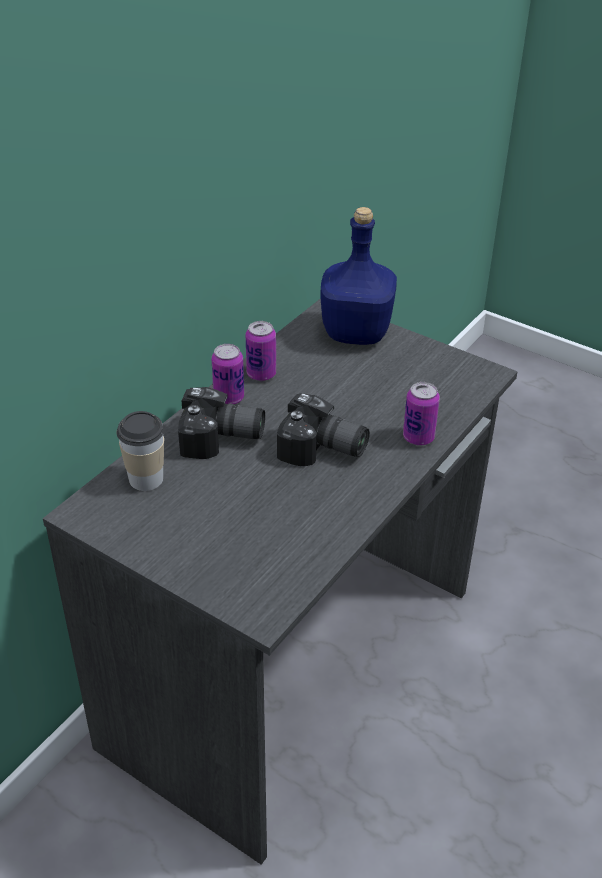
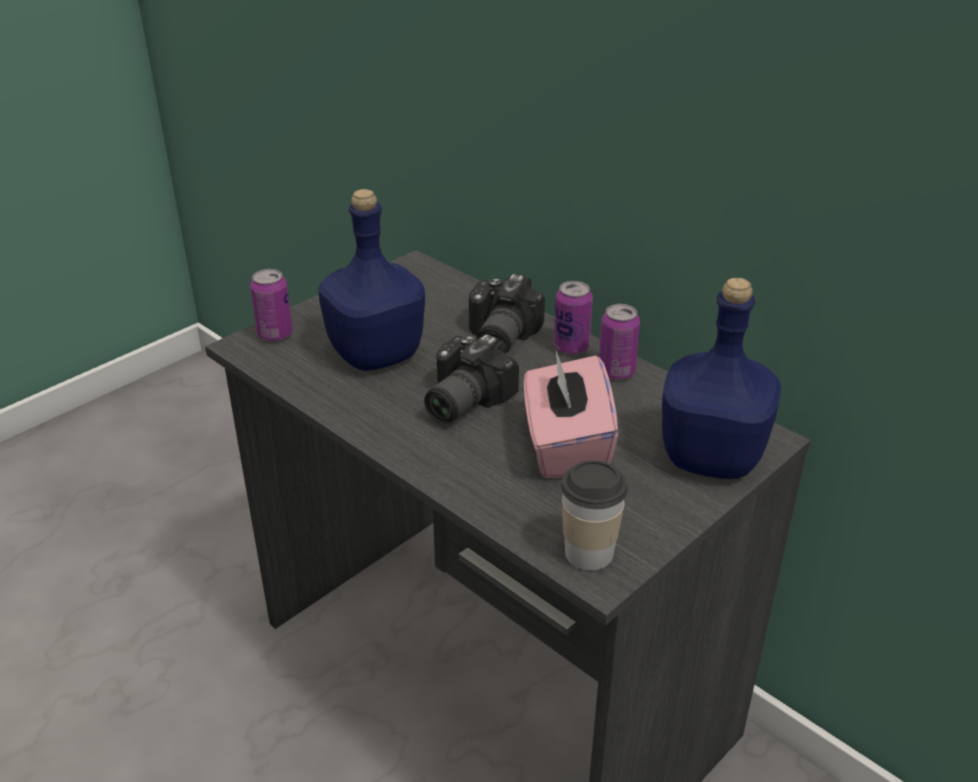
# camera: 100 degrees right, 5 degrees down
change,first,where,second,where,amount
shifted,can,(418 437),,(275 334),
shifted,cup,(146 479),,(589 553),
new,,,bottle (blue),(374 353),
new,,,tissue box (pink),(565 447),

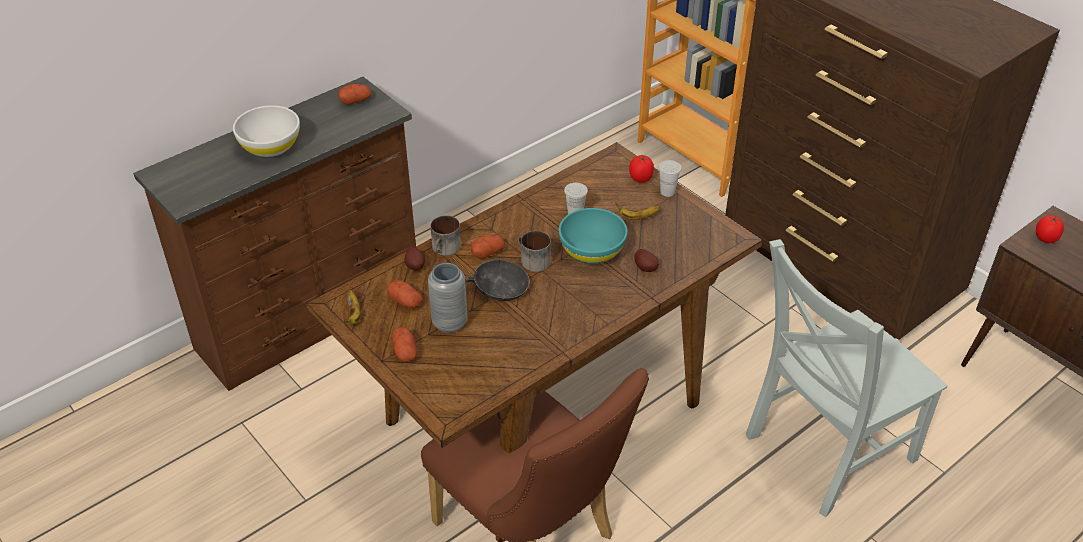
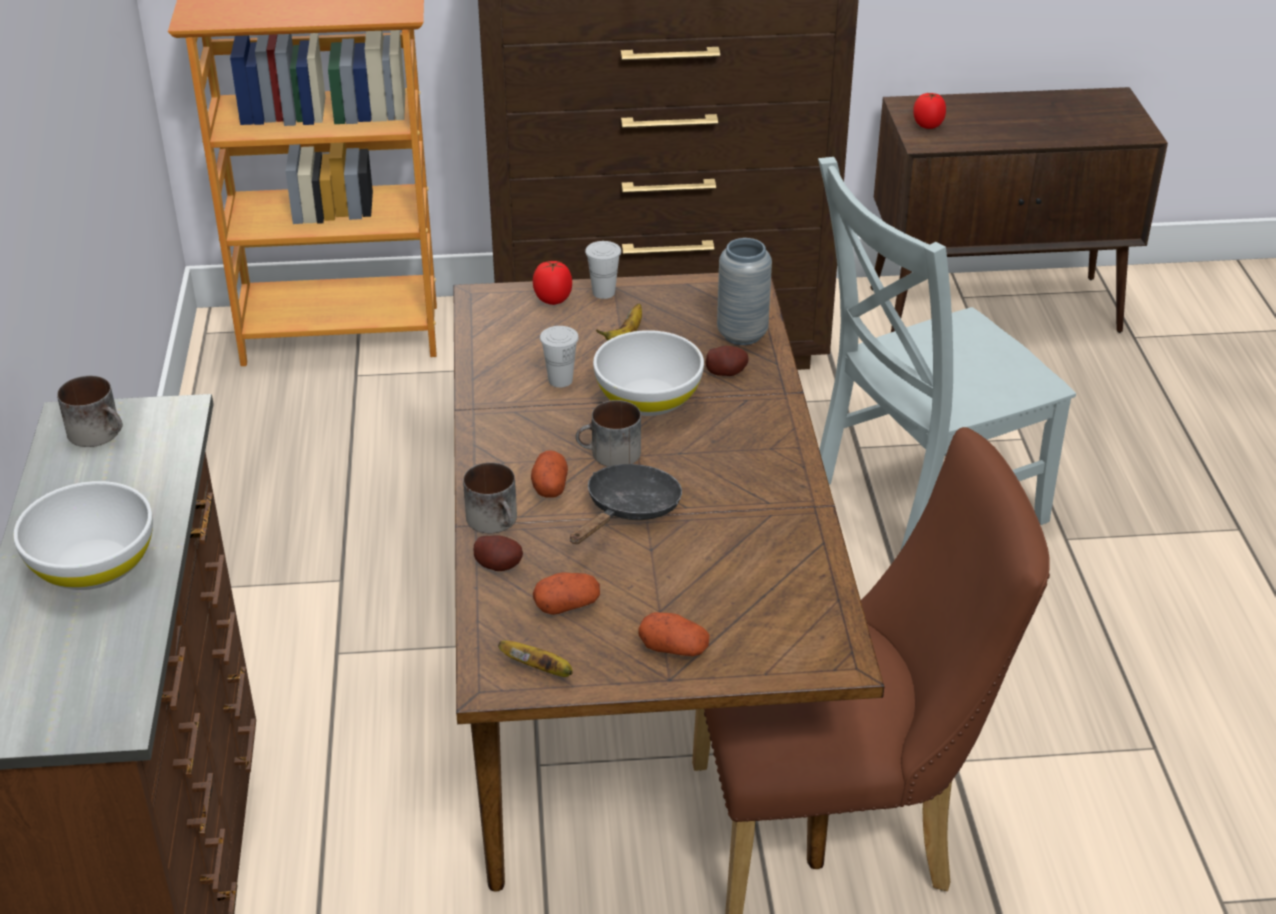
# camera: 55 degrees left, 5 degrees down
change,first,where,second,where,amount
swapped,potato,(355 101),mug,(101 433),
repainted,bowl (turquoise),(592 251),bowl (white),(648 399),
rotated,chair (grey),(824 450),,(919 504),60 degrees clockwise
shifted,vase (grey),(449 323),,(742 334),

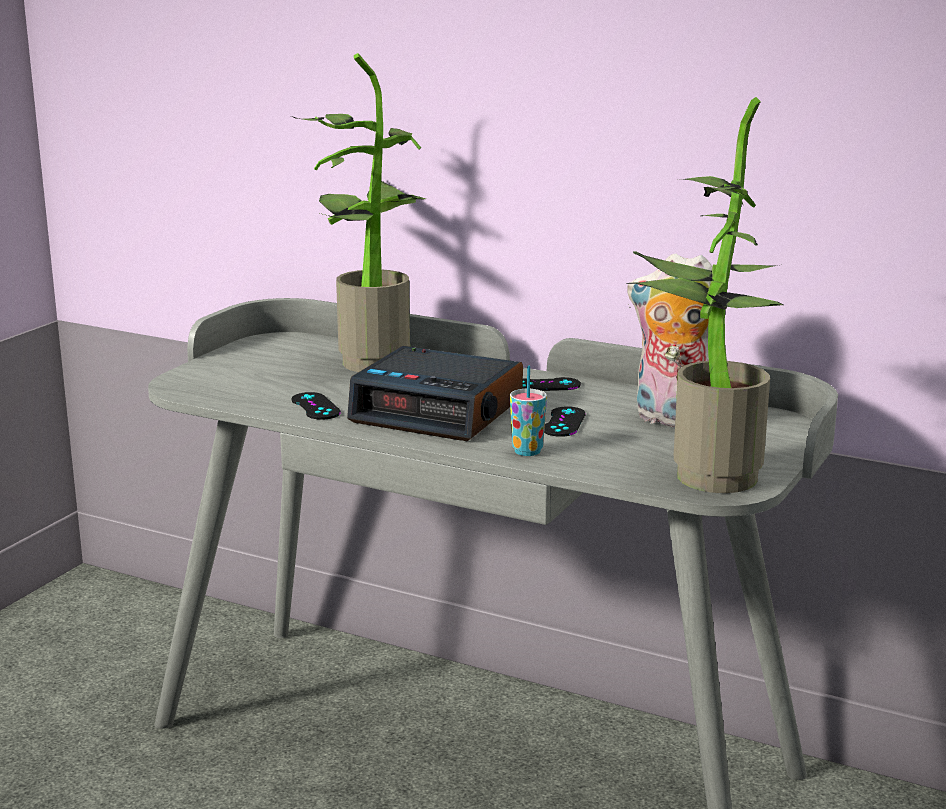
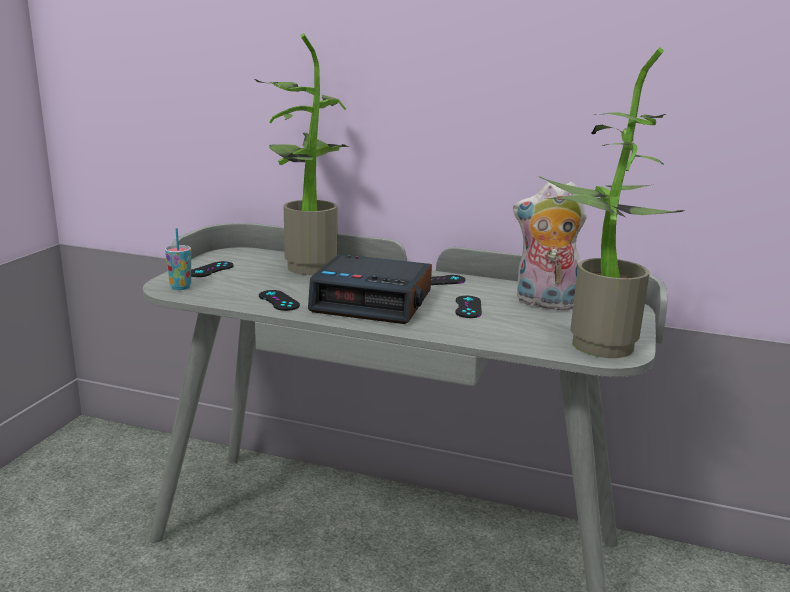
# camera: 10 degrees left, 0 degrees up
change,first,where,second,where,amount
shifted,cup,(527 451),,(180 287),
new,,,game controller (black),(211 270),

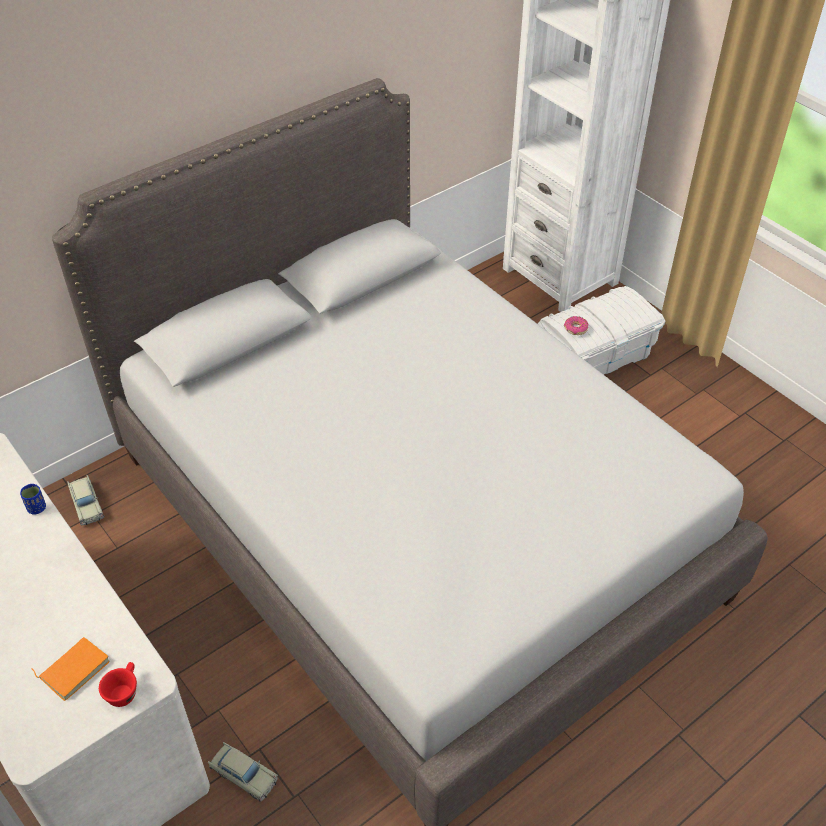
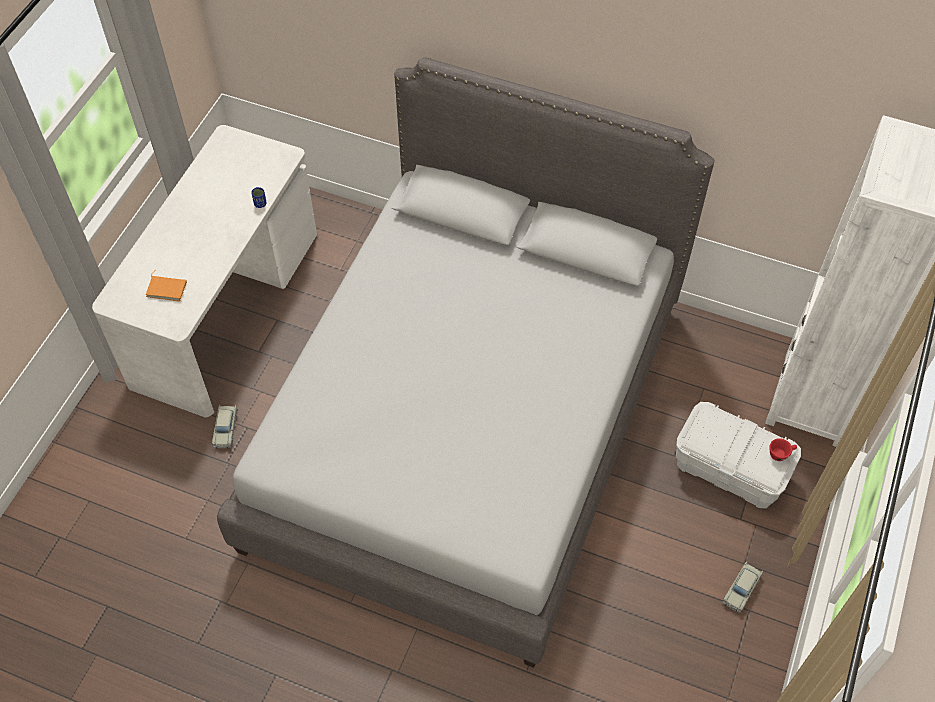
# camera: 60 degrees right, 10 degrees up
change,first,where,second,where,amount
gone,donut,(575 329),,,
shifted,toy car (beige),(87 504),,(741 589),
shifted,cup (red),(124 691),,(780 453),

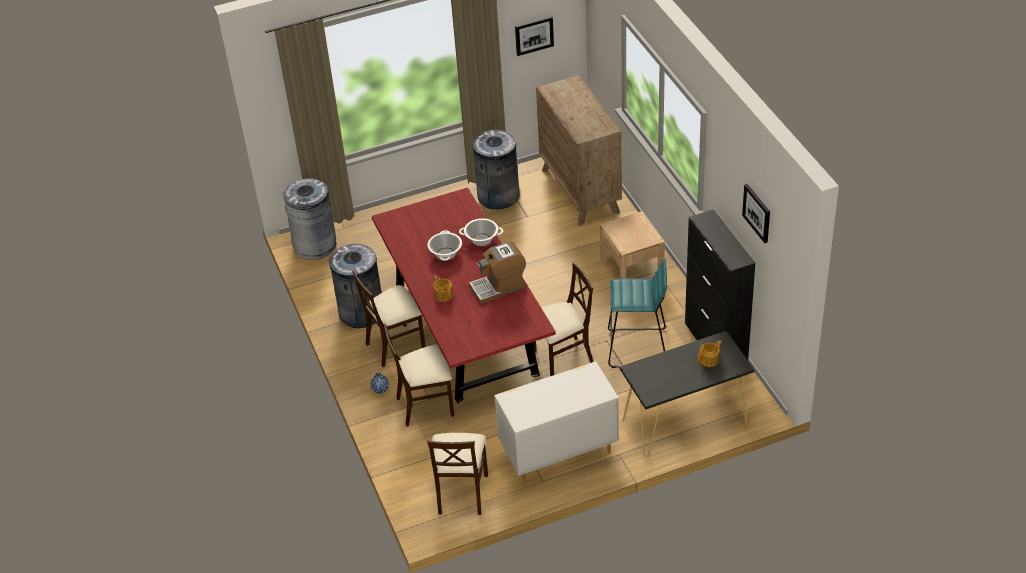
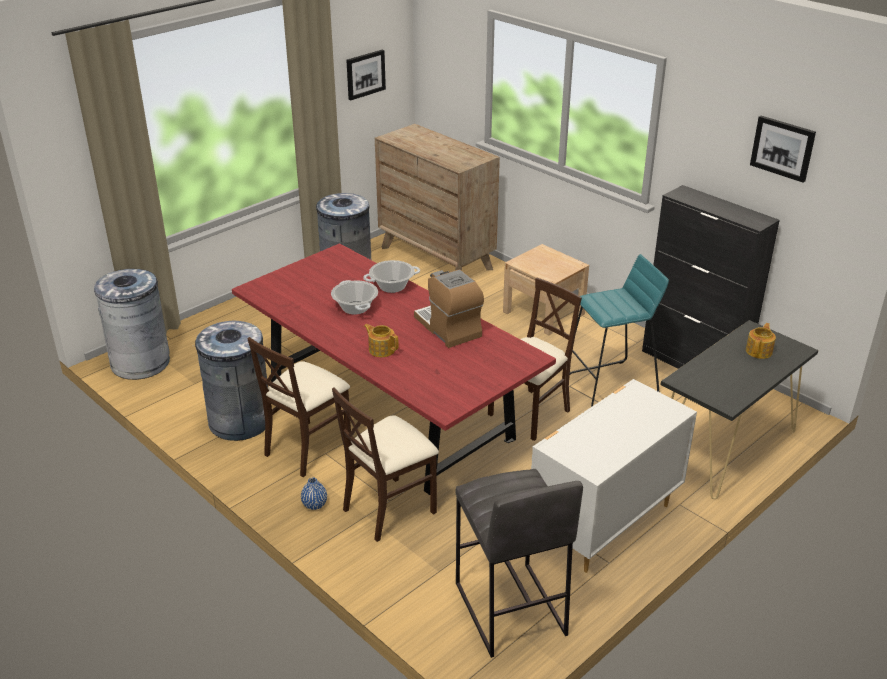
# camera: 25 degrees left, 10 degrees down
change,first,where,second,where,amount
rotated,coffee machine,(498 287),,(448 327),105 degrees clockwise
swapped,chair (beige),(461 493),stool (grey),(509 609),

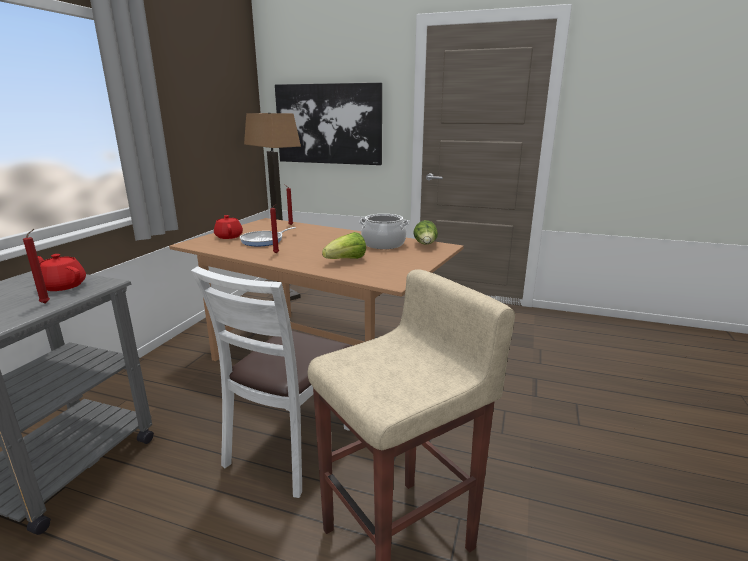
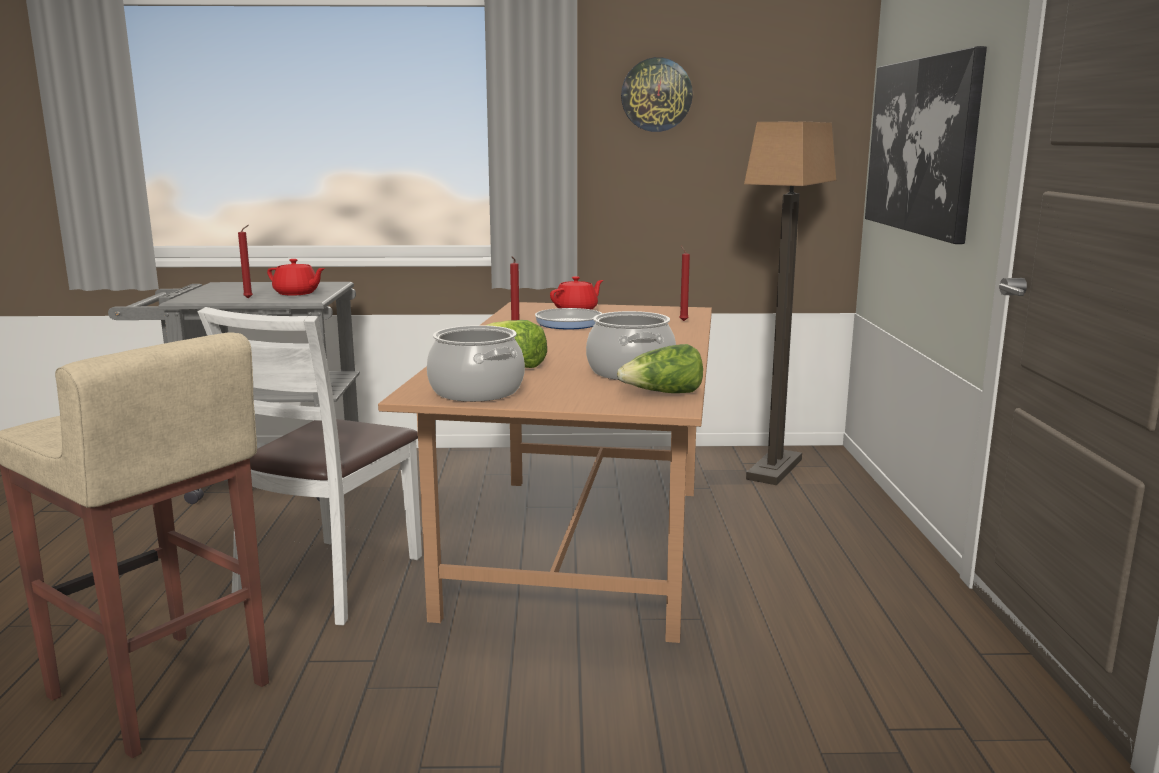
# camera: 70 degrees right, 5 degrees down
change,first,where,second,where,amount
rotated,teapot (red),(62 286),,(297 293),105 degrees clockwise
rotated,chair (white),(290 447),,(331 580),75 degrees counterclockwise
new,,,wall clock,(656 95),
new,,,cooking pot,(477 391),

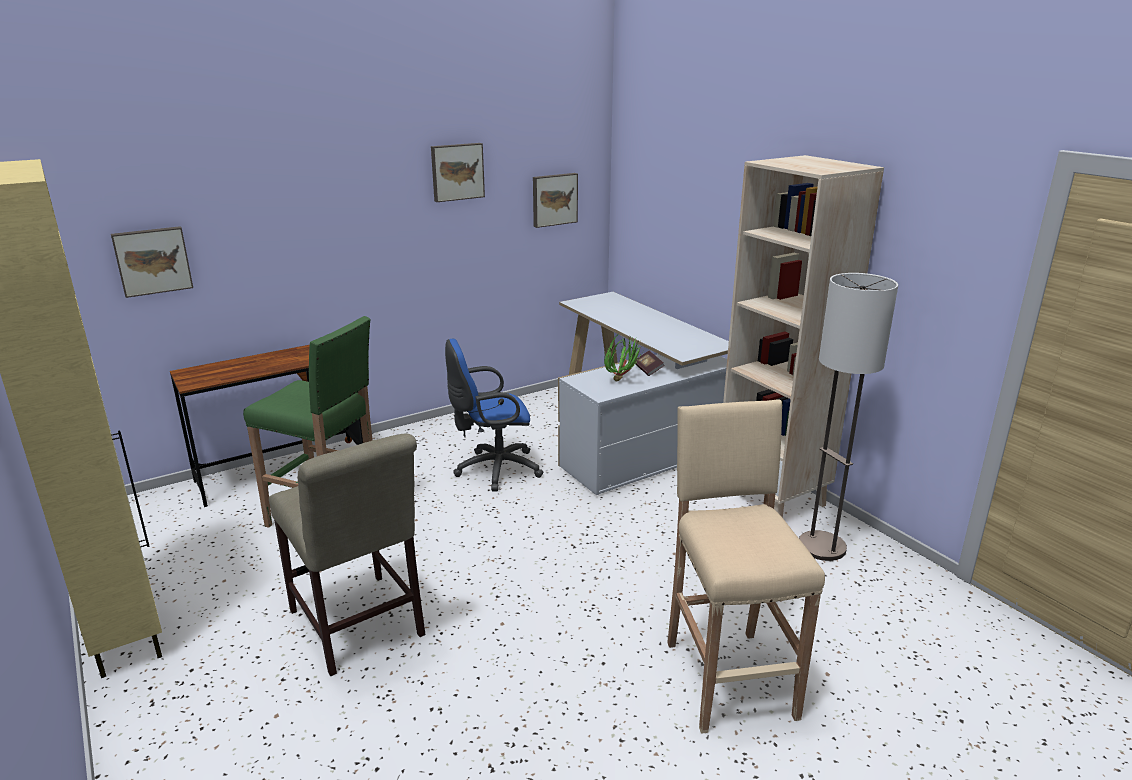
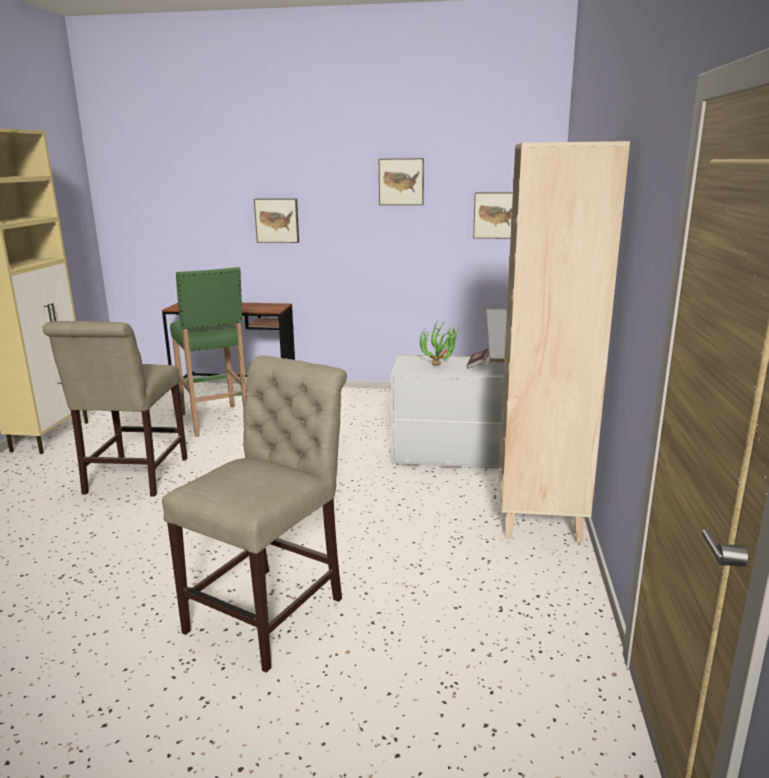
# camera: 40 degrees right, 5 degrees down
change,first,where,second,where,amount
shifted,picture,(152 260),,(277 220),
gone,floor lamp,(821 547),,,
gone,office chair (blue),(493 470),,,
swapped,stool (beige),(728 676),chair (beige),(272 610),

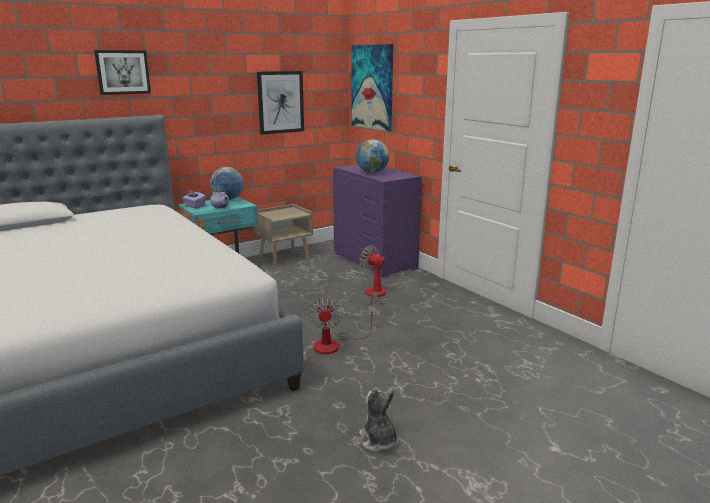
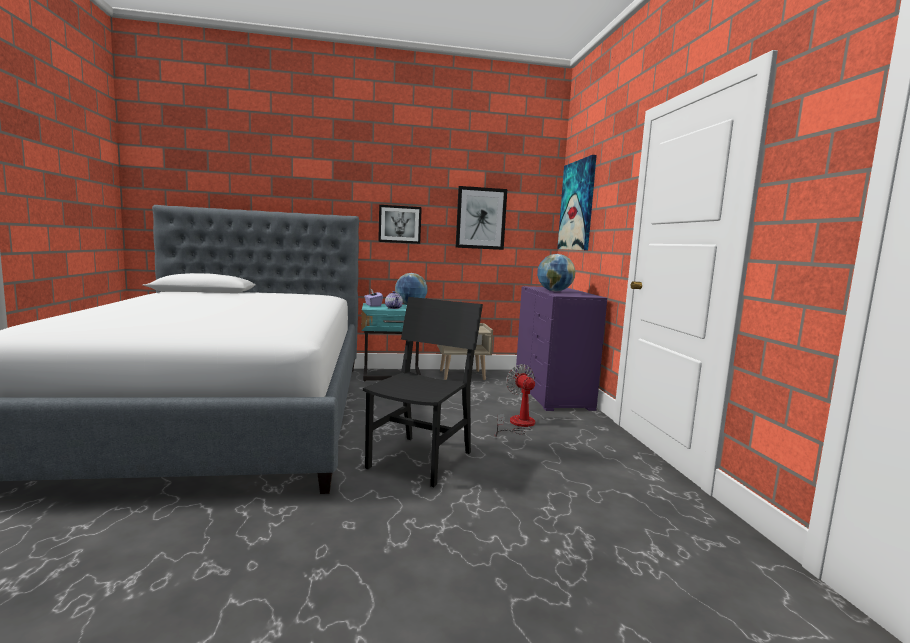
# camera: 25 degrees right, 10 degrees down
change,first,where,second,where,amount
shifted,picture,(122 72),,(399 224),
swapped,fan,(334 344),chair (black),(420 460),
gone,plush toy,(379 441),,,

